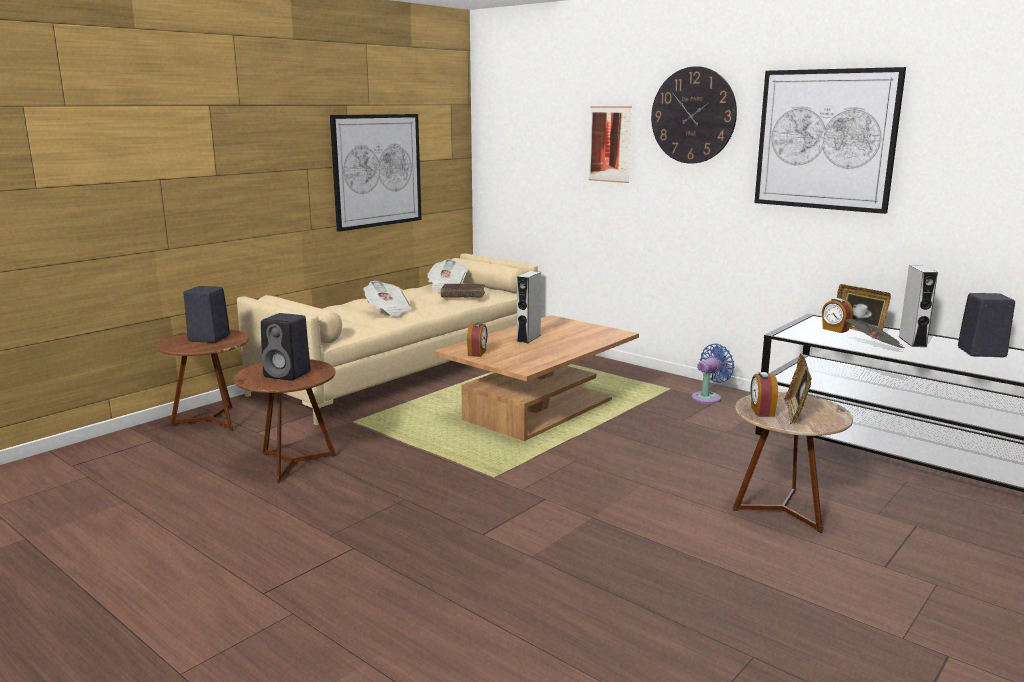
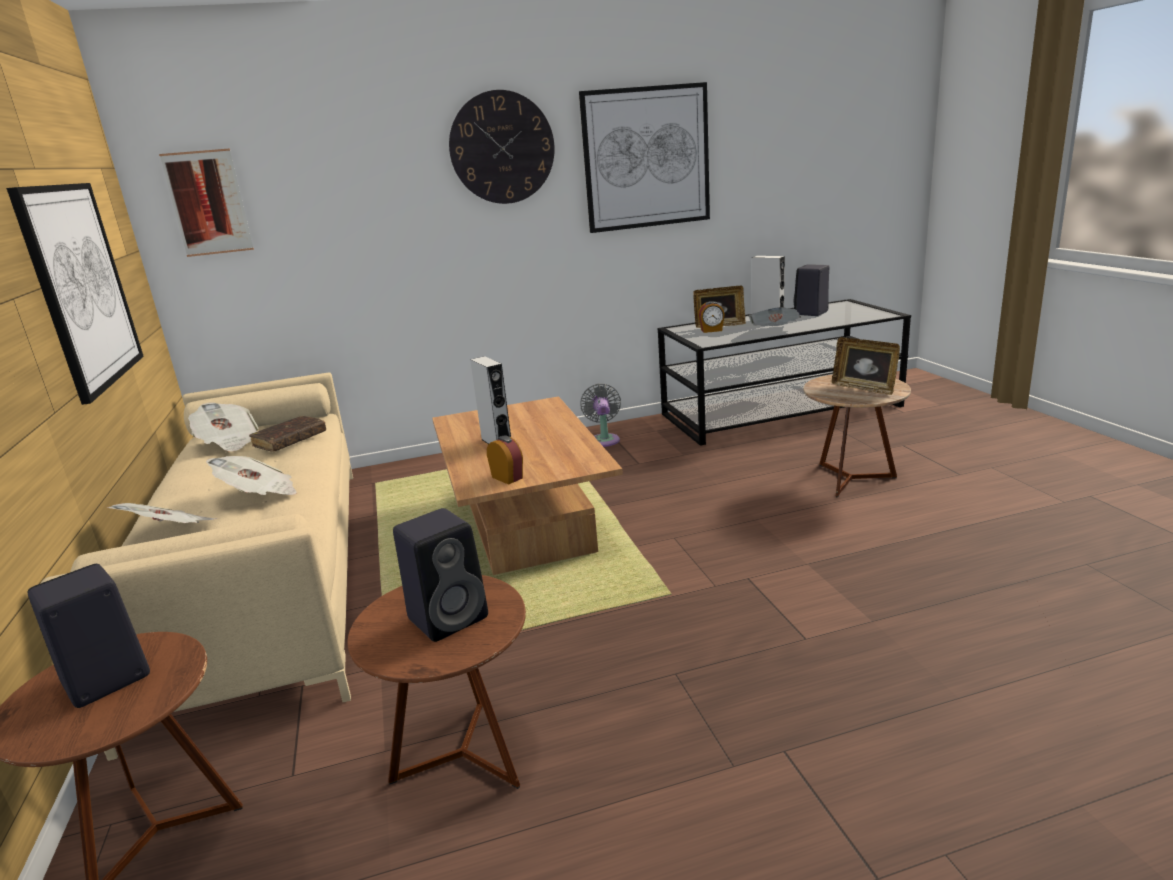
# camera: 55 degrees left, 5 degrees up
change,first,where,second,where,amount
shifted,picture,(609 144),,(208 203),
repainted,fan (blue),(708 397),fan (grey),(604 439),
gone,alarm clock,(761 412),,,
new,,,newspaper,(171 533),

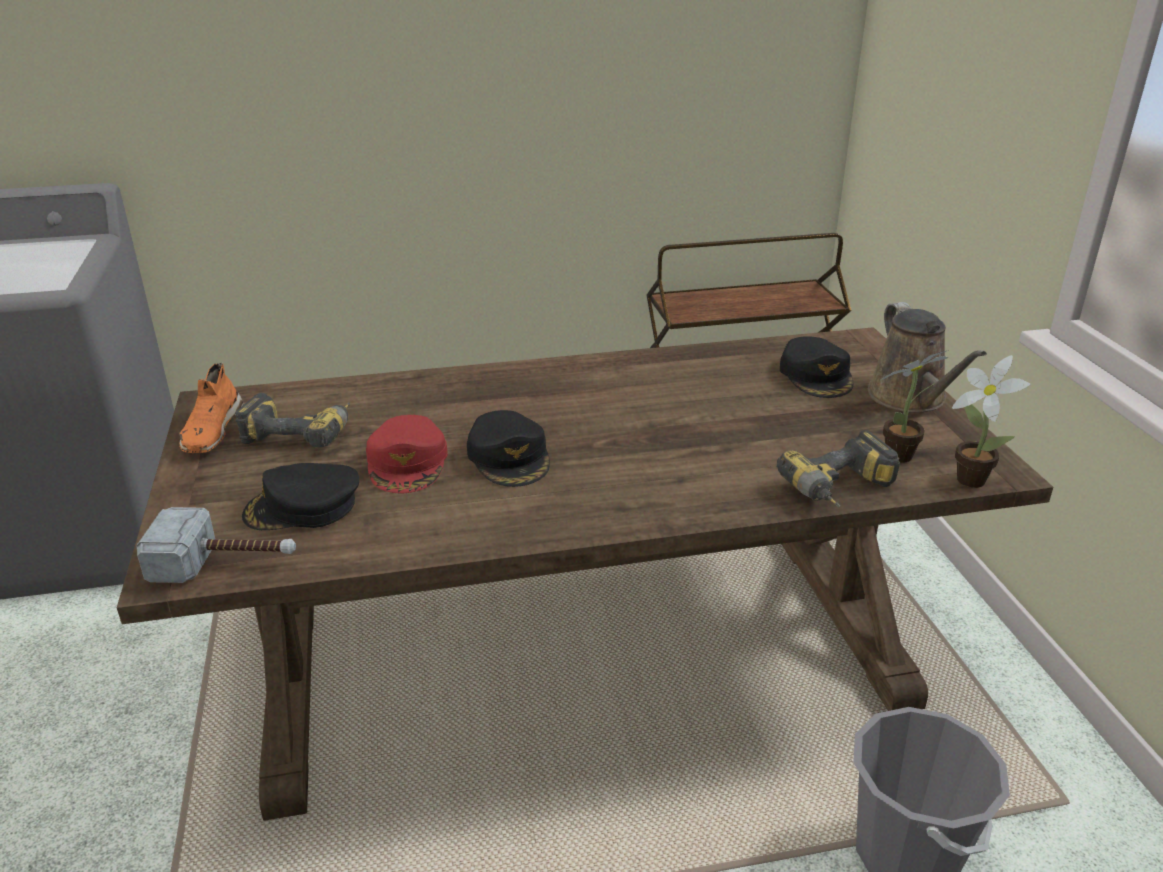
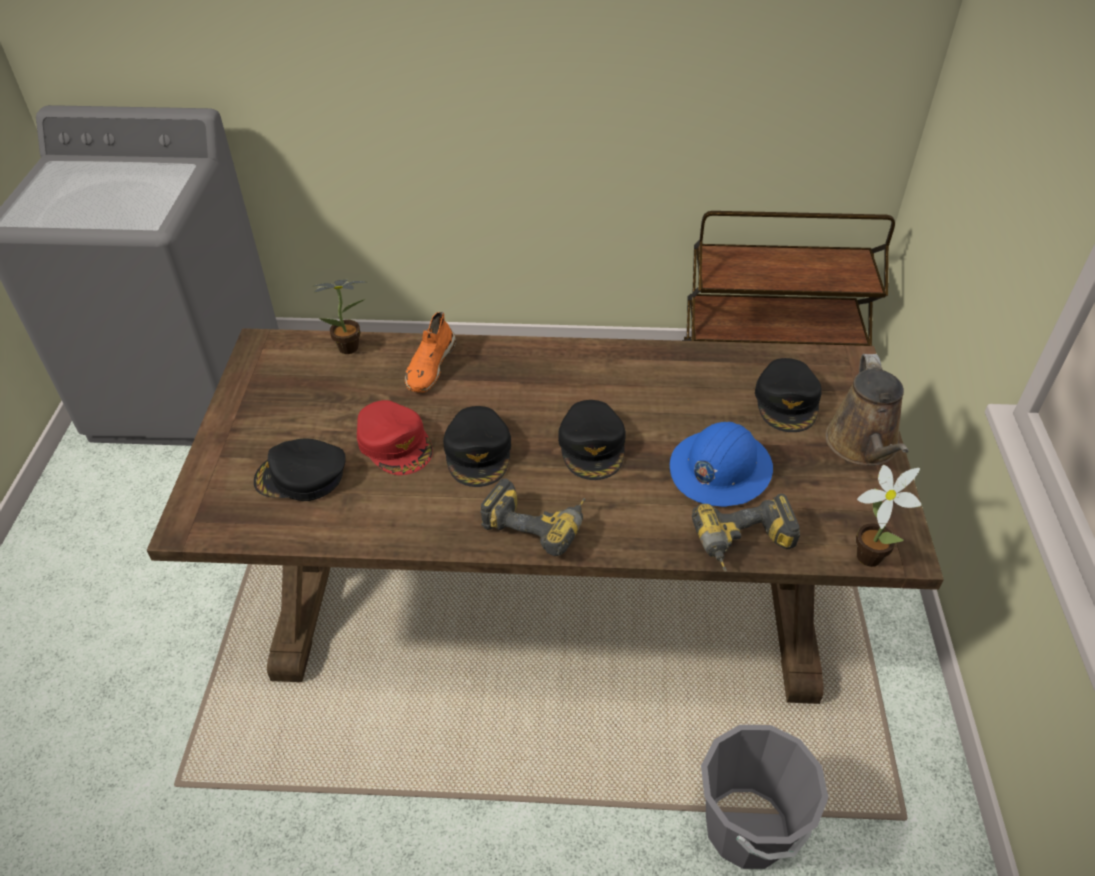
# camera: 15 degrees right, 15 degrees up
change,first,where,second,where,amount
shifted,potted plant,(903 455),,(352 348),
shifted,shoe (orange),(211 430),,(430 366),
shifted,power drill,(302 433),,(538 522),
rotated,cap (red),(408 463),,(395 443),45 degrees counterclockwise
gone,hammer,(225 563),,,
new,,,cap (black),(592 446),
new,,,hard hat (blue),(719 469),

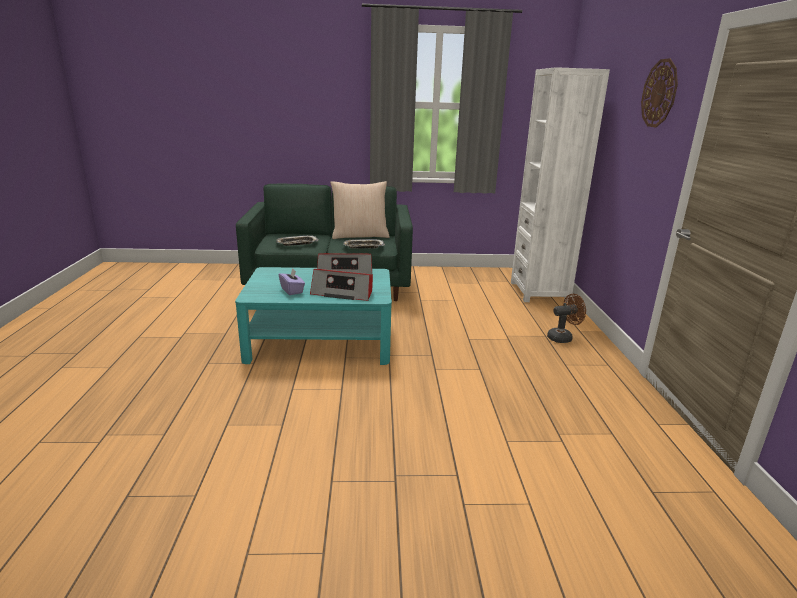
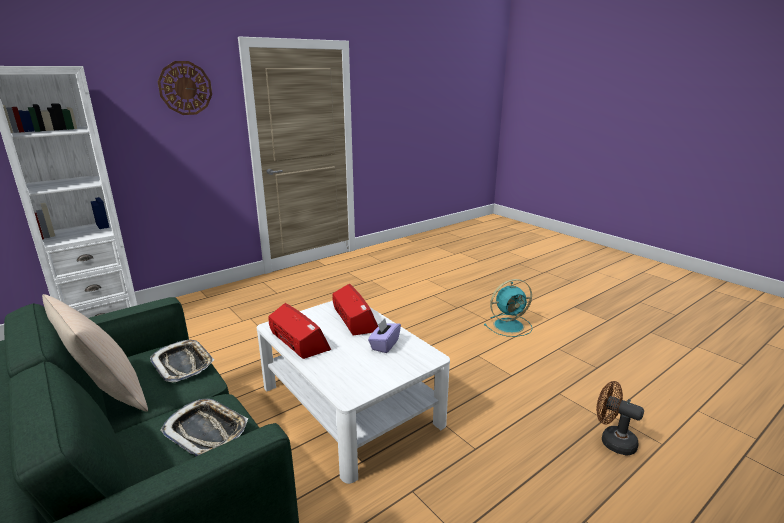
# camera: 125 degrees left, 0 degrees up
change,first,where,second,where,amount
repainted,coffee table (turquoise),(320 341),coffee table (white),(349 405),
shifted,fan (brown),(563 337),,(612 441),
new,,,fan (turquoise),(509 325),

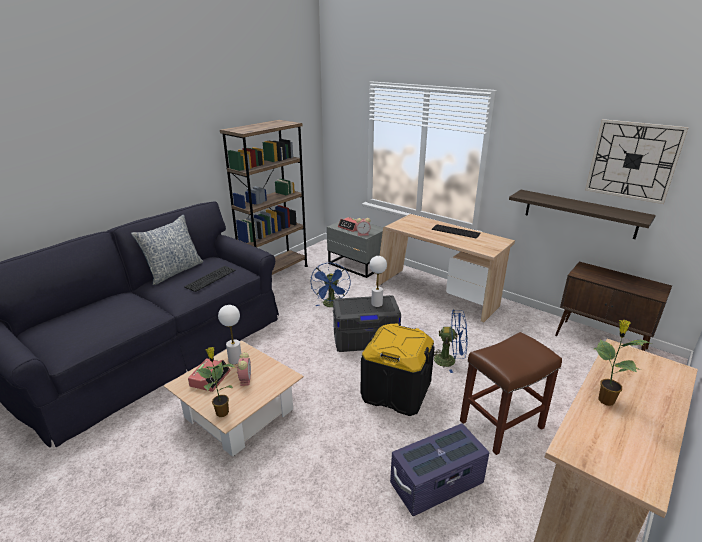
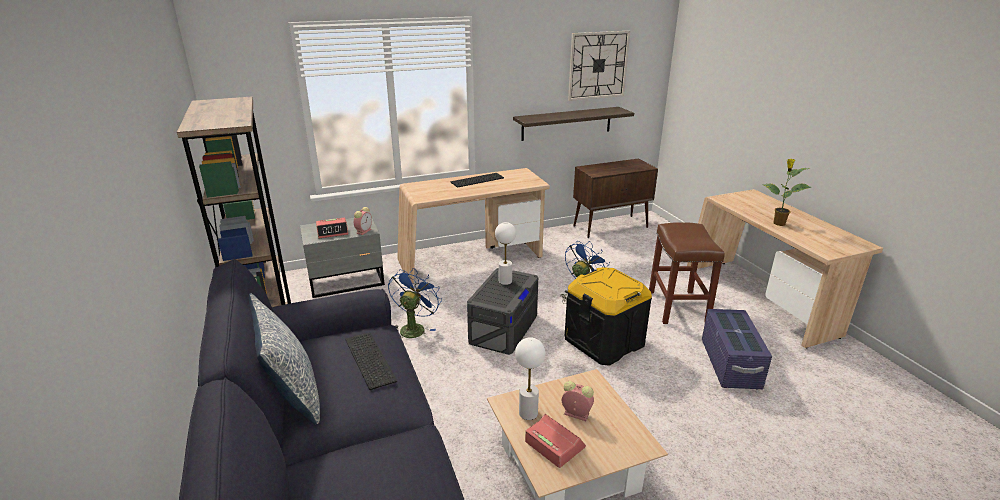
# camera: 60 degrees left, 0 degrees up
change,first,where,second,where,amount
rotated,fan (blue),(332 305),,(414 328),105 degrees counterclockwise
gone,potted plant,(222 412),,,

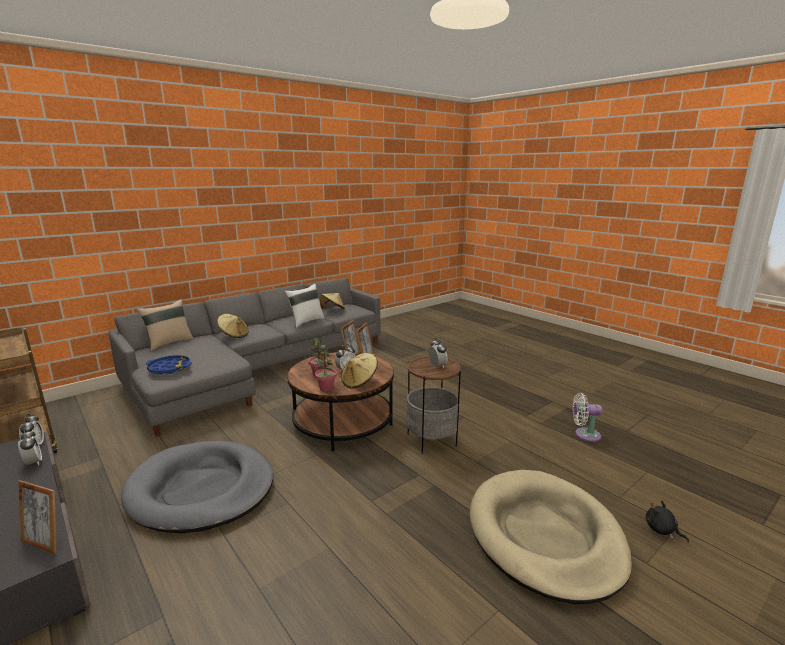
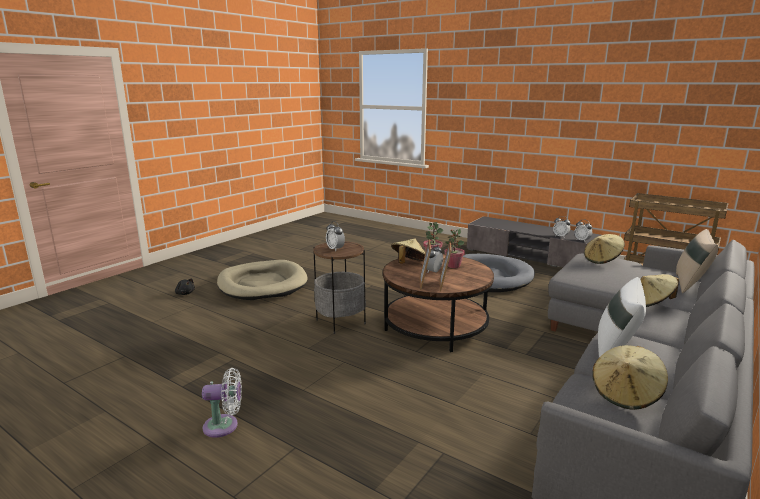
# camera: 165 degrees right, 0 degrees up
change,first,where,second,where,amount
swapped,tray (blue),(169 368),hat (beige),(602 260),
shifted,fan (white),(584 434),,(224 426),
gone,picture frame,(44 542),,,

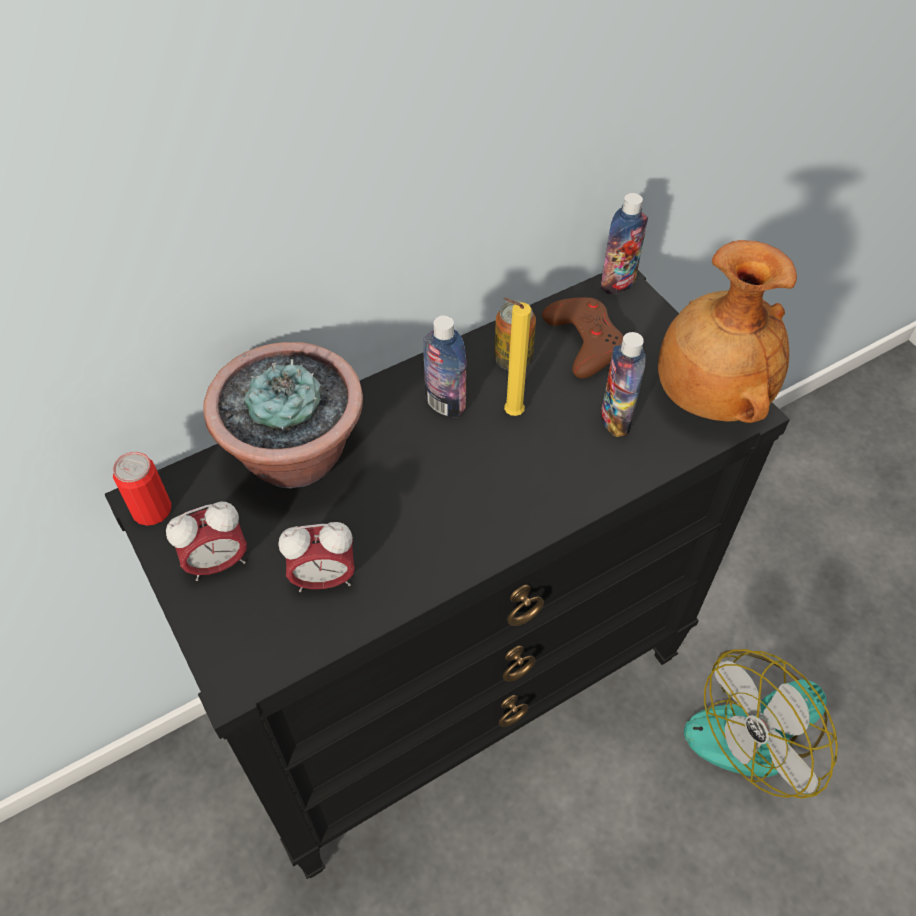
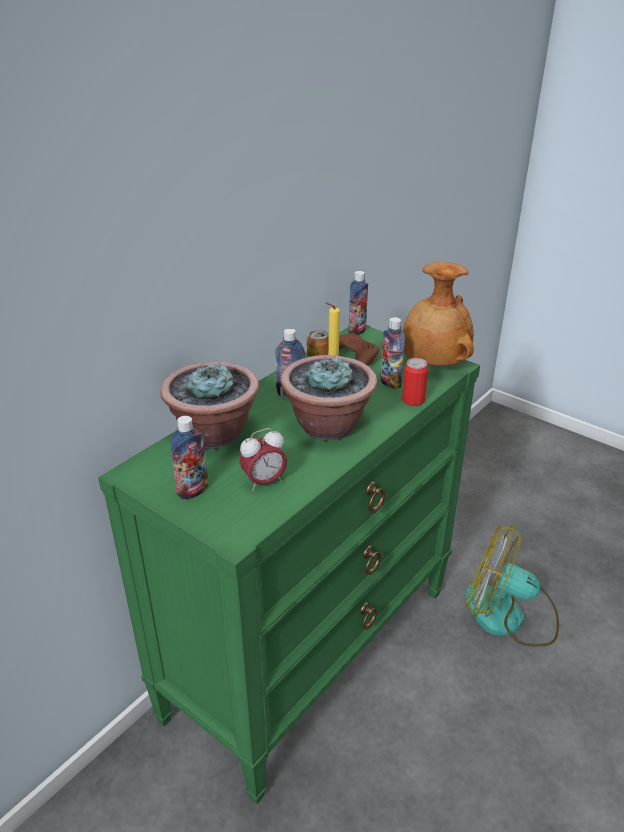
# camera: 20 degrees left, 20 degrees down
change,first,where,second,where,amount
repainted,dresser (black),(458 686),dresser (green),(311 649),
shifted,can,(152 510),,(413 400),
swapped,alarm clock,(217 563),bottle,(193 490),
rotated,fan,(757 728),,(508 616),75 degrees clockwise
new,,,potted plant,(327 426),

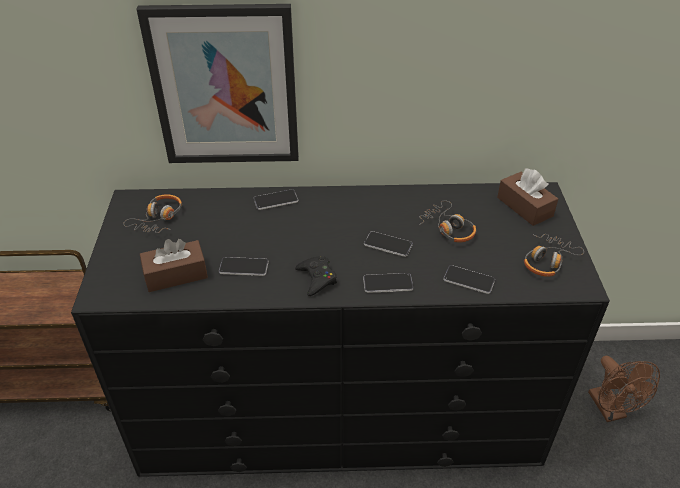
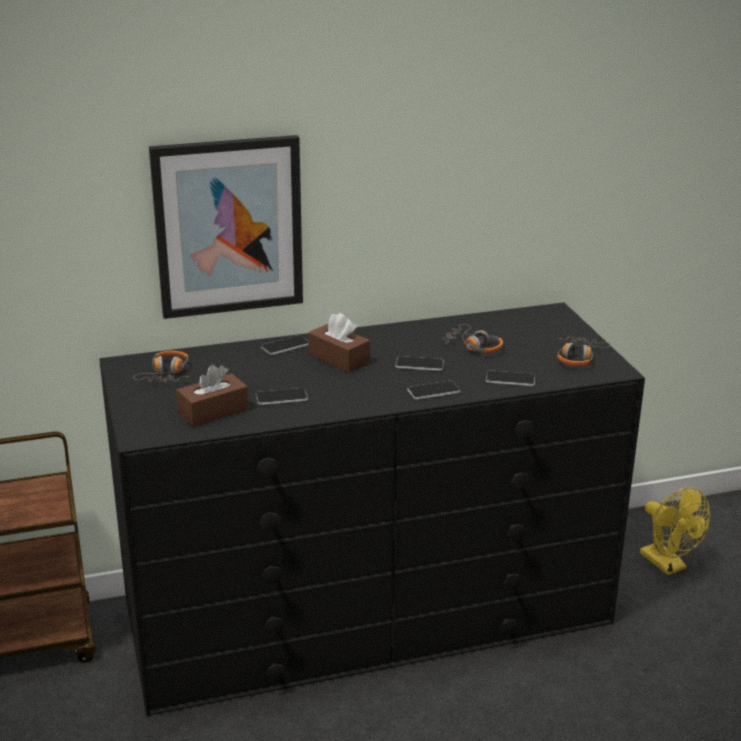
# camera: 15 degrees left, 15 degrees down
change,first,where,second,where,amount
shifted,tissue box (brown),(524 207),,(339 358),
gone,game controller (black),(317 278),,,
repainted,fan (brown),(610 410),fan (yellow),(668 565),

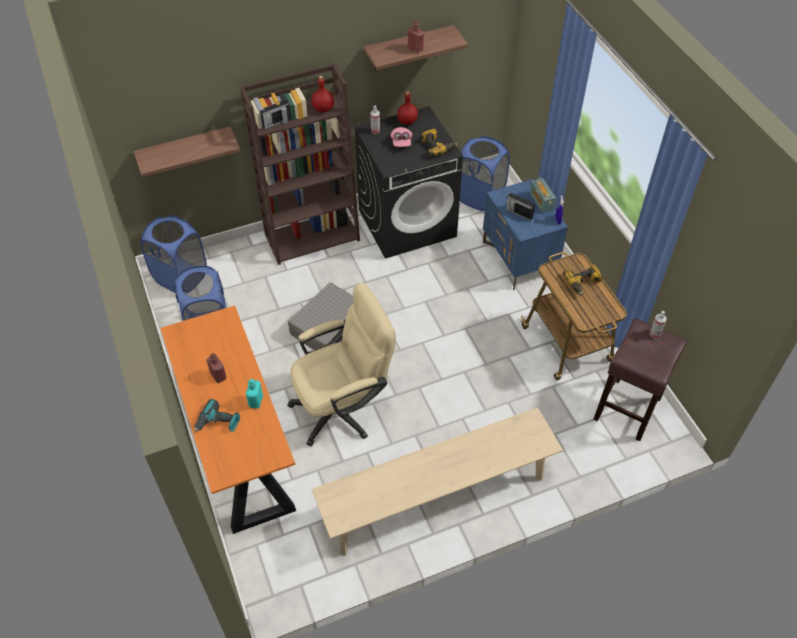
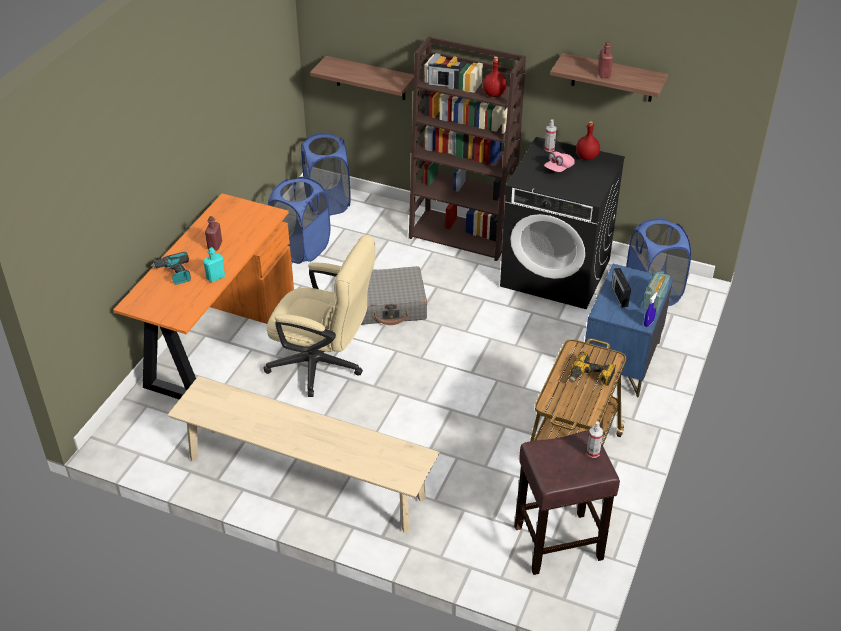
# camera: 45 degrees right, 10 degrees down
change,first,where,second,where,amount
gone,power drill,(437 146),,,

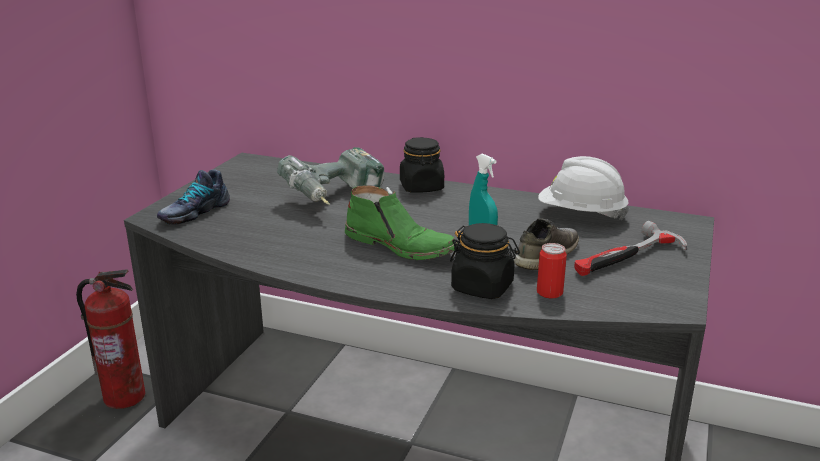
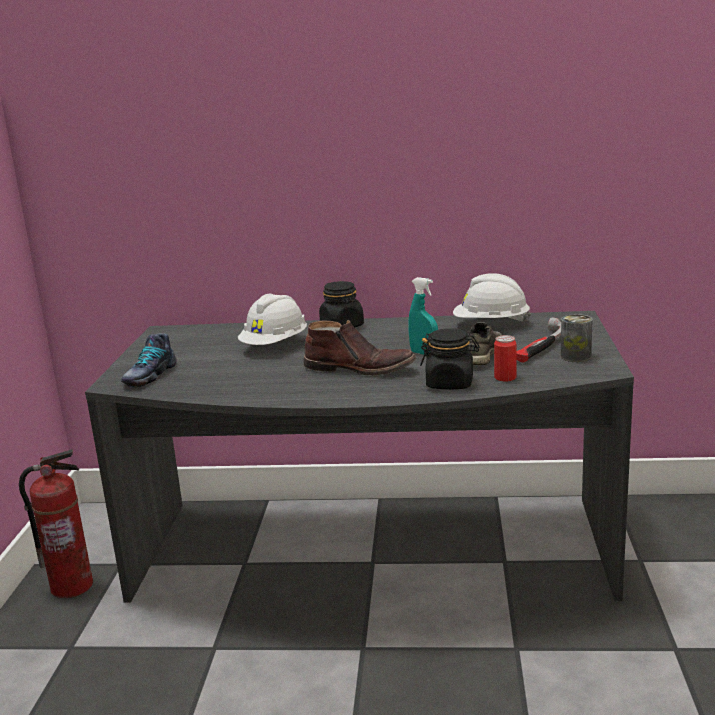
# camera: 15 degrees left, 5 degrees down
change,first,where,second,where,amount
swapped,power drill,(338 199),hard hat (white),(275 346),
repainted,boot (green),(401 246),boot (brown),(360 368),
new,,,can,(575 356),

